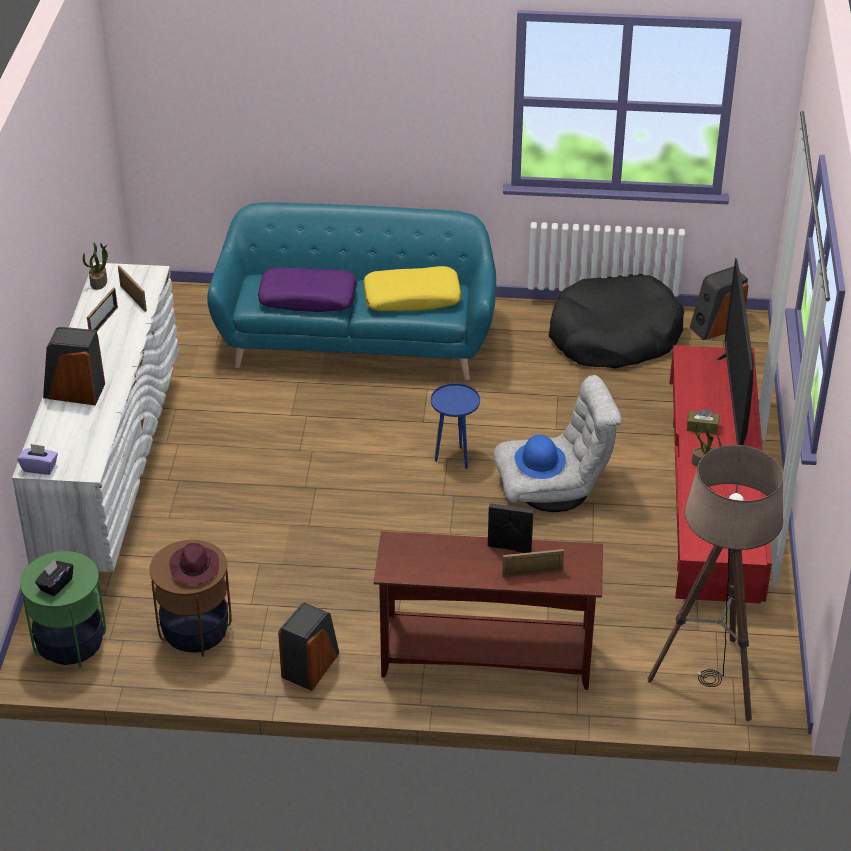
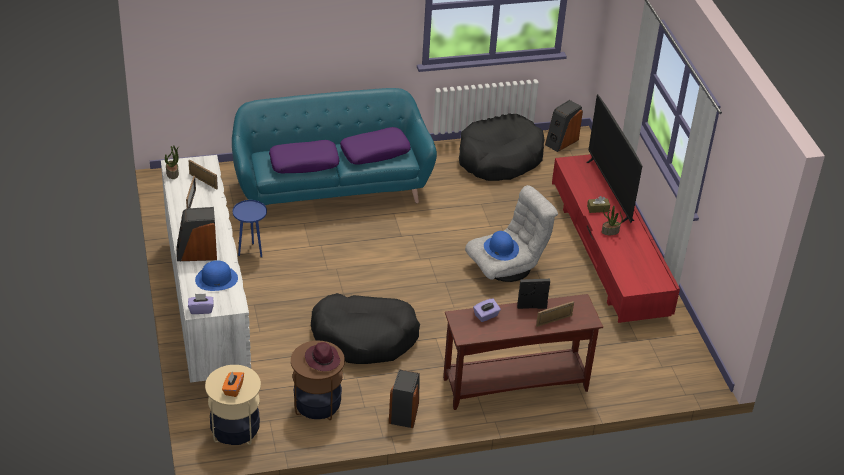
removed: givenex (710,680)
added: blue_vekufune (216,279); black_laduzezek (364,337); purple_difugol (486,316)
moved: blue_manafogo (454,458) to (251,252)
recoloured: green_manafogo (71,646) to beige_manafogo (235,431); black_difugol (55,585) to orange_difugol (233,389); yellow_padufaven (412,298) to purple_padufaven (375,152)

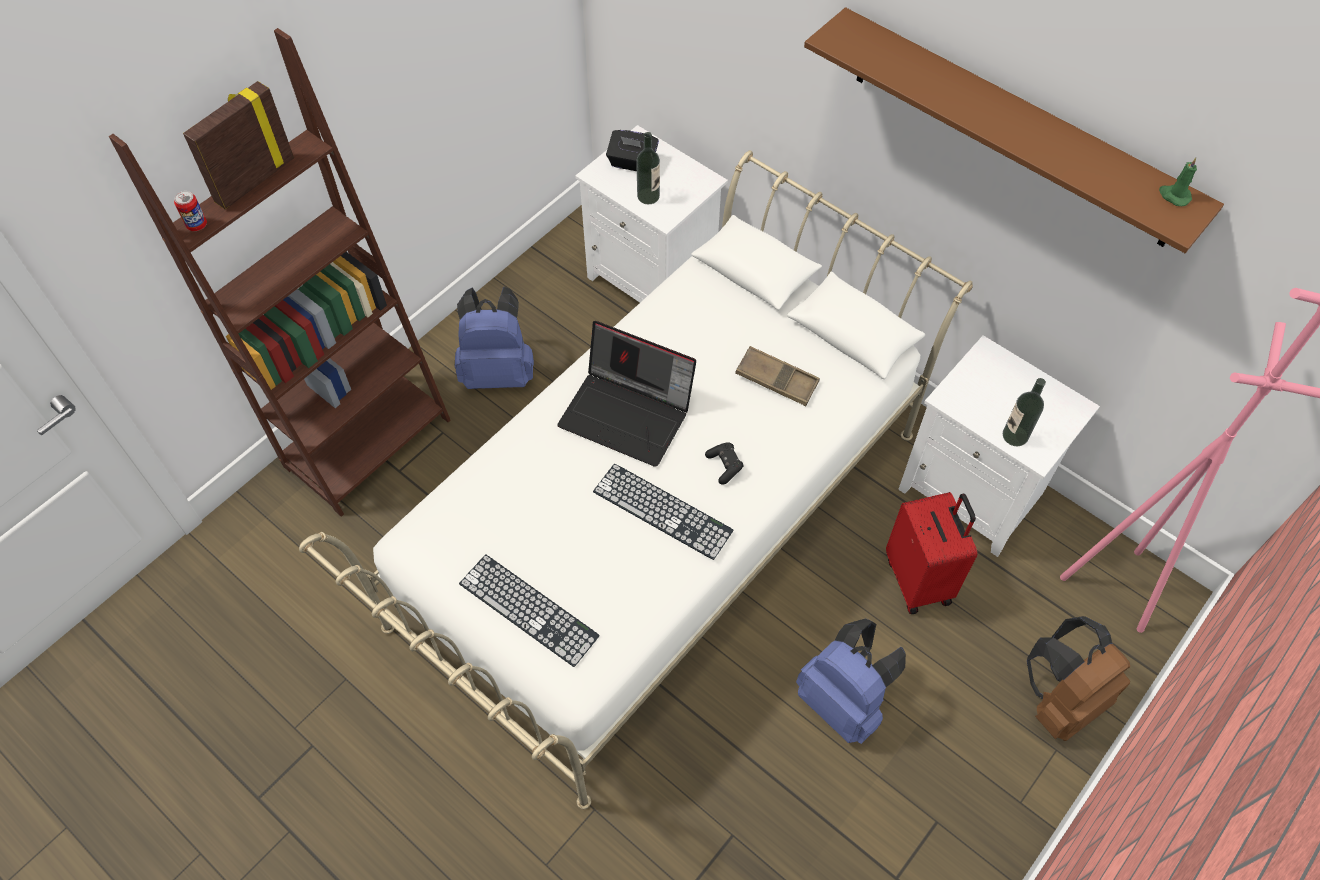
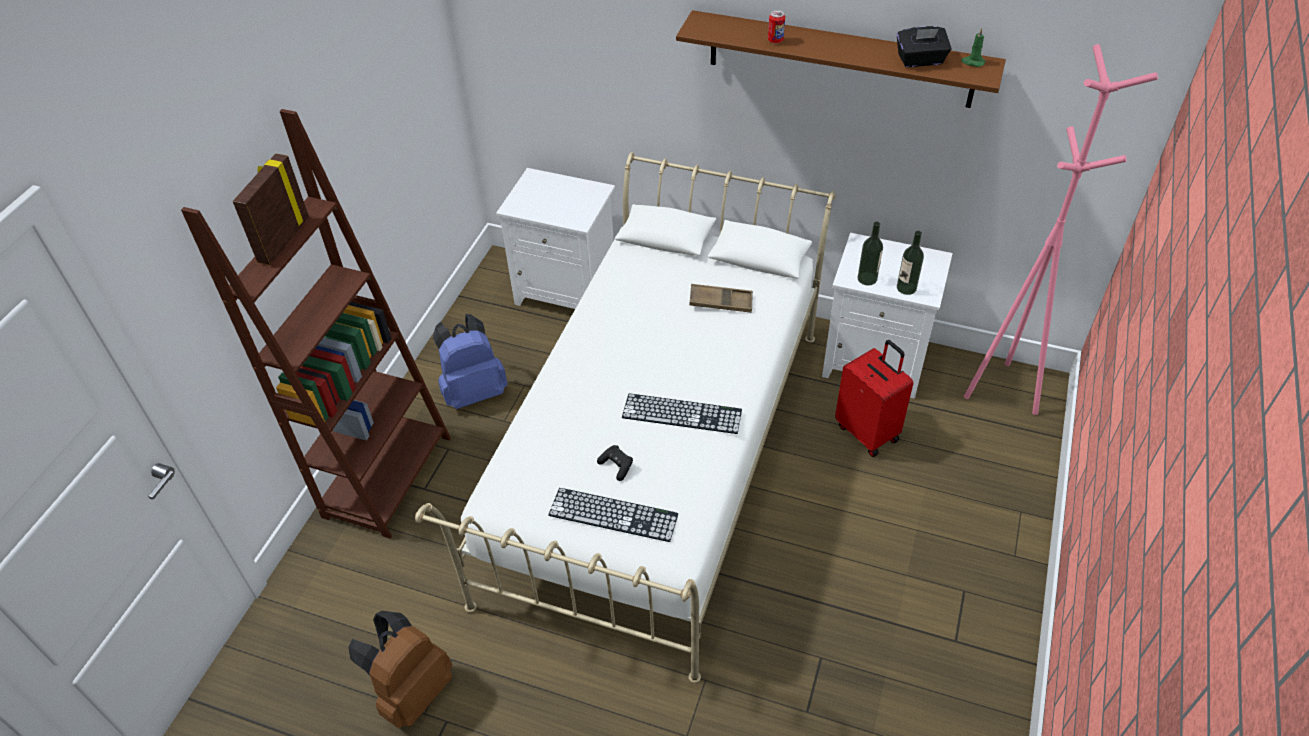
removed: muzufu (628,414); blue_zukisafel (843,702)
moved: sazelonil (197,225) to (775,40); black_difugol (632,163) to (920,60); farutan (648,196) to (867,279); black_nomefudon (725,466) to (616,466); brown_zukisafel (1061,700) to (411,691)

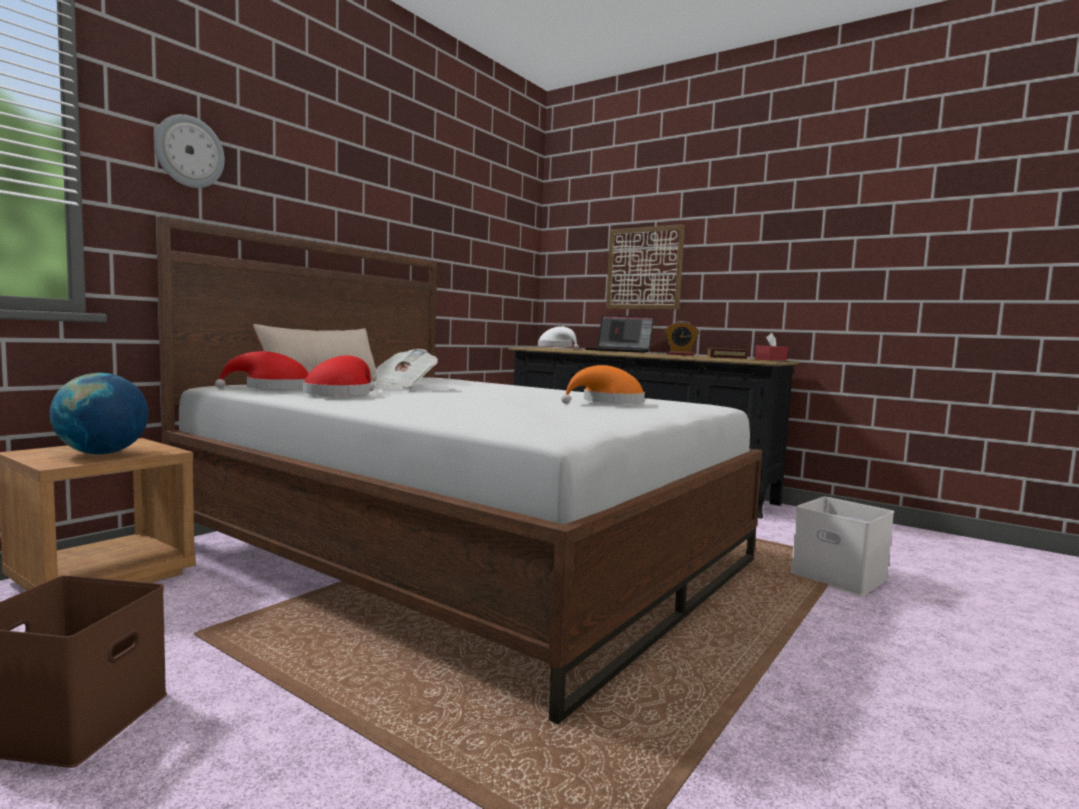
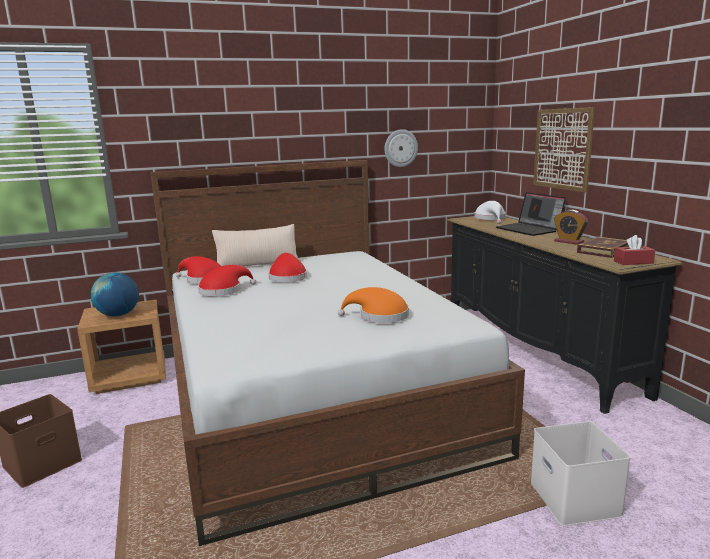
moved: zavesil (189,152) to (400,148)
replaced: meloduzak (401,387) to red_vekufune (287,277)

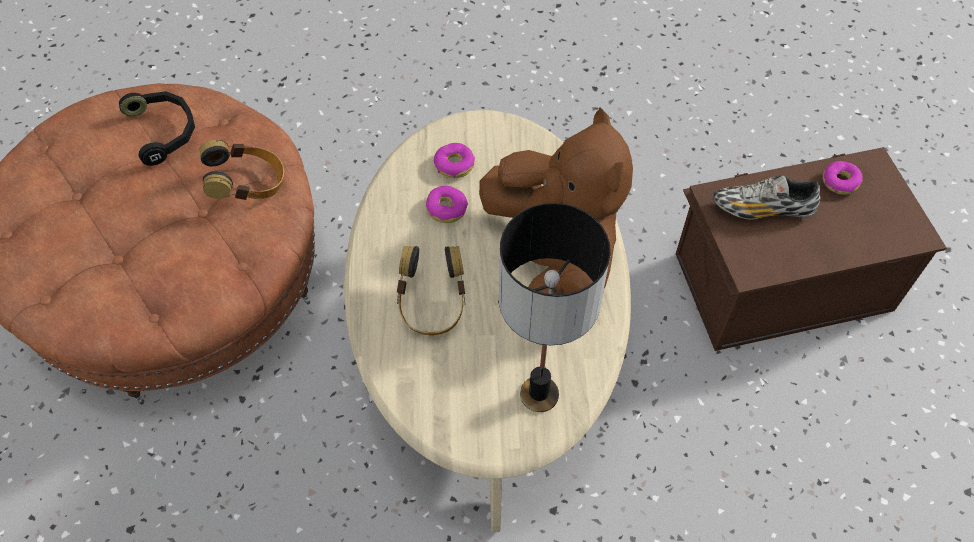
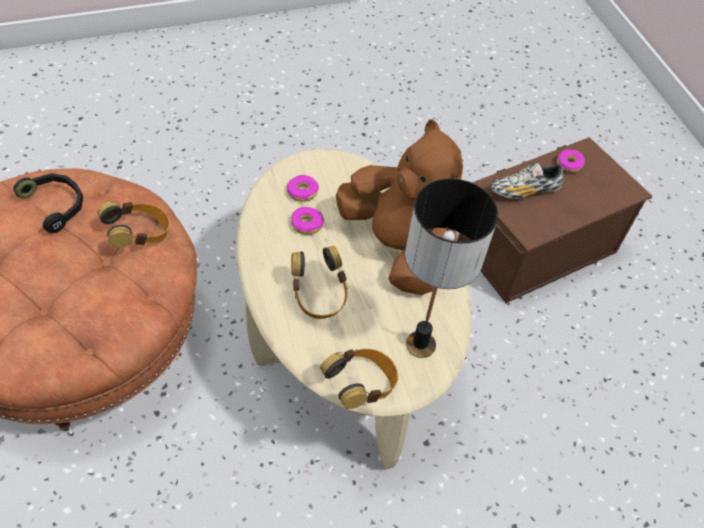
added: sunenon (361,386)

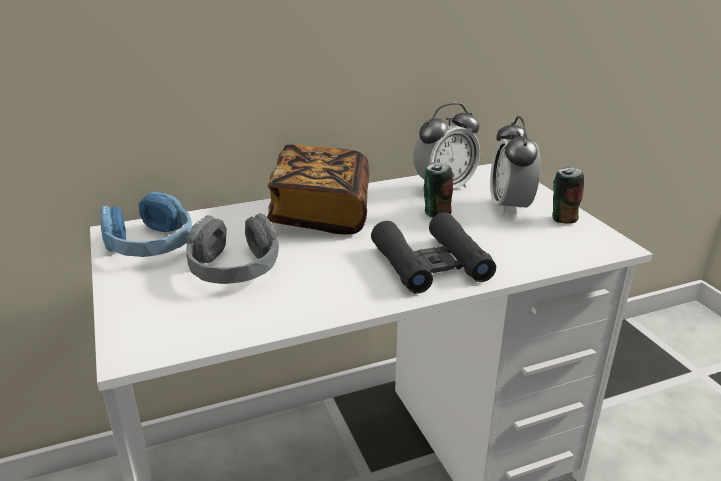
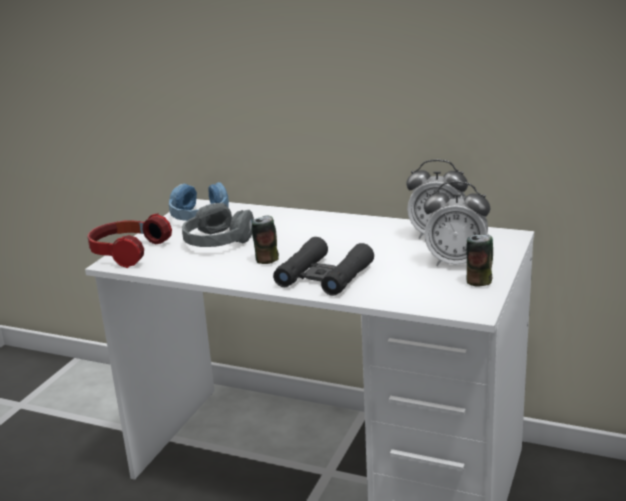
removed: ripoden (321,212)
added: sunenon (126,252)
moved: sazelonil (436,213) to (267,260)
turned: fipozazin (510,207) = (456,262) 120 degrees counterclockwise

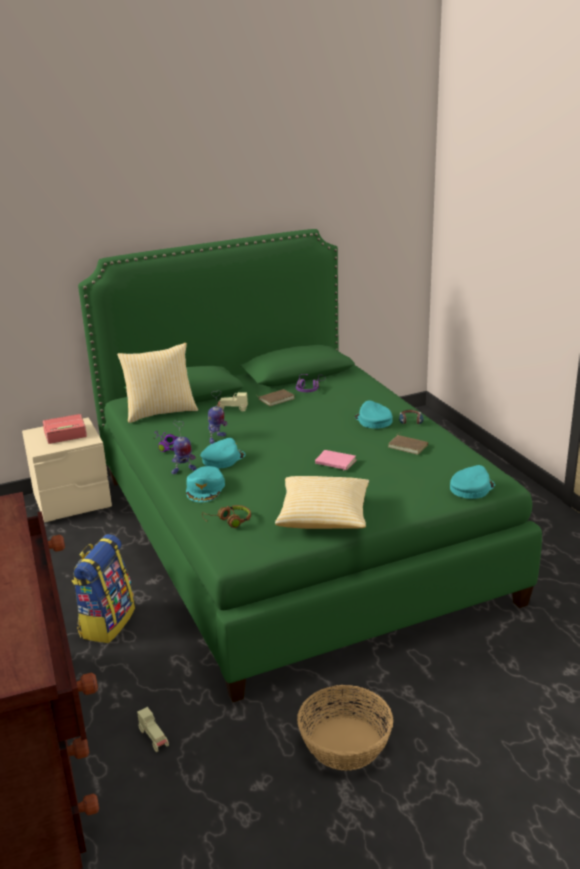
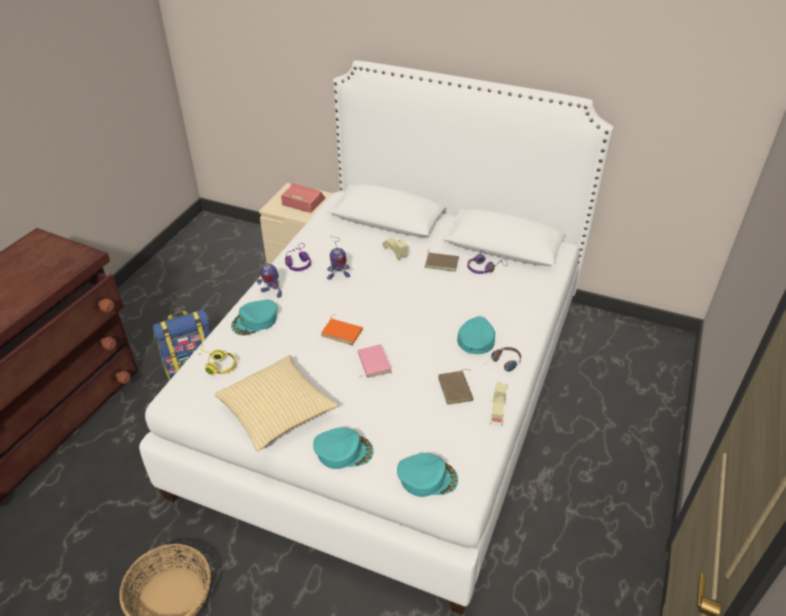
removed: padufaven (160,412)
added: orange_ripoden (342,332)
moved: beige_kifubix (154,738) to (498,412); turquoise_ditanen (222,459) to (343,451)
recoloured: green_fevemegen (292,535) to white_fevemegen (392,390); brown_sunenon (229,521) to yellow_sunenon (217,364)

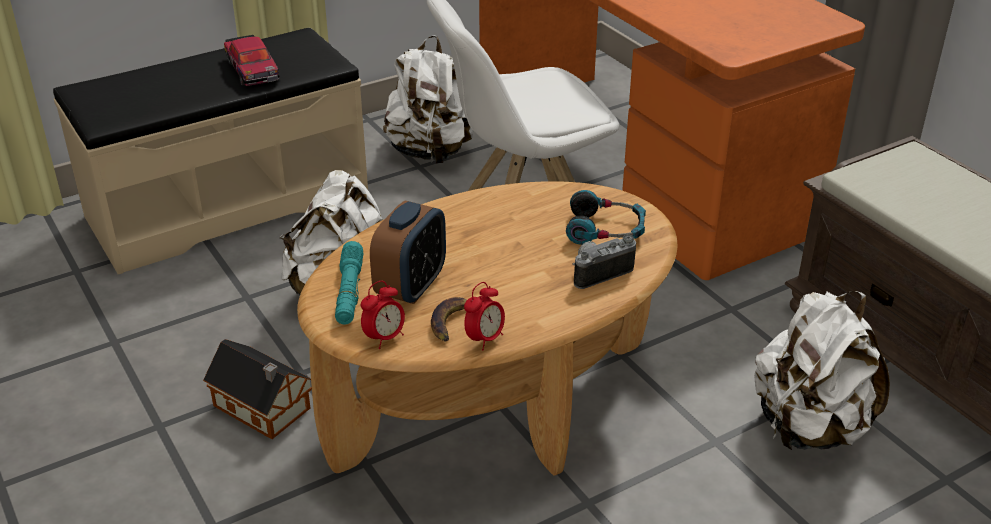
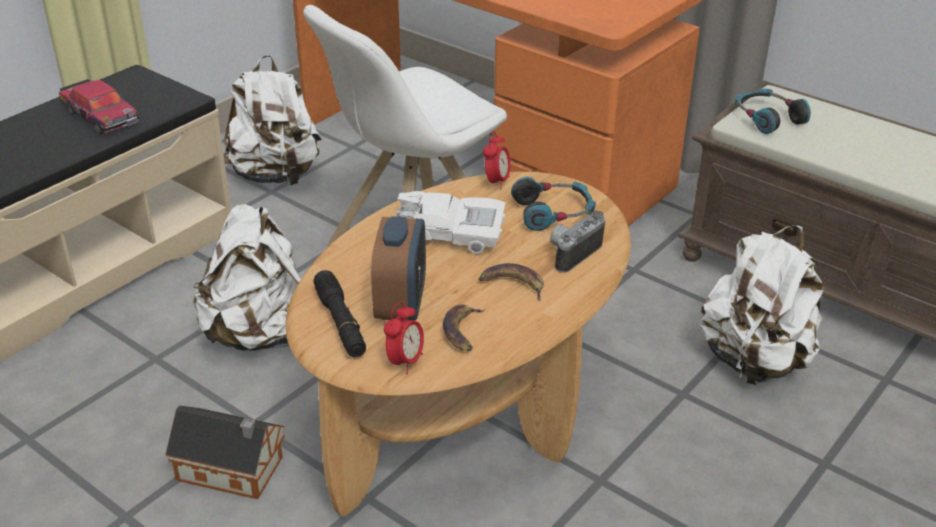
added: white_kifubix (448,232); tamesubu (512,284); sunenon (767,118)
moved: fipozazin (485,339) to (496,182)
recoloured: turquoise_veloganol (349,291) to black_veloganol (340,322)

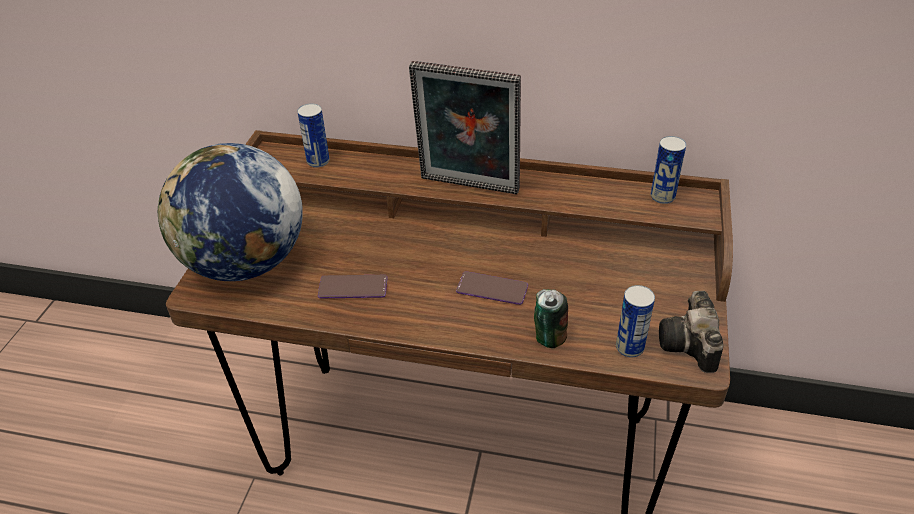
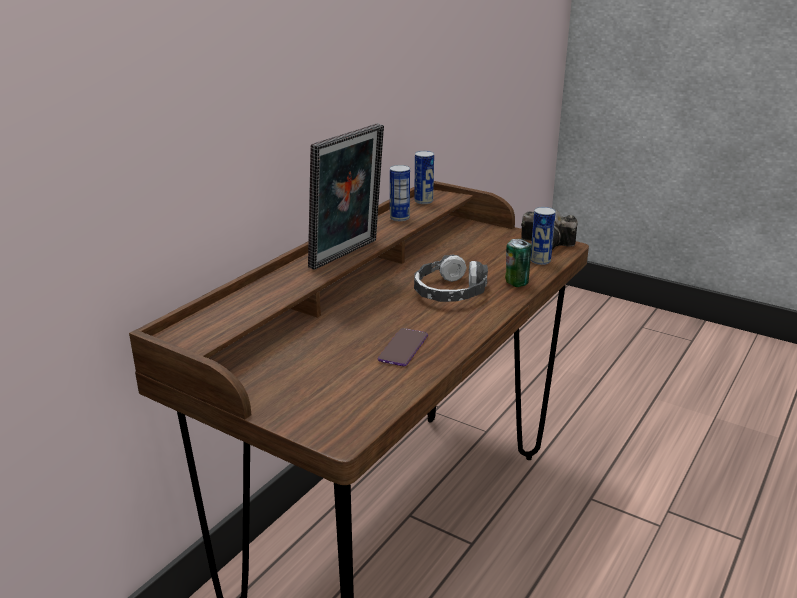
removed: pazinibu (245,264)
moved: sazelonil (318,161) to (399,218)
replaced: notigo (492,289) to sunenon (450,291)

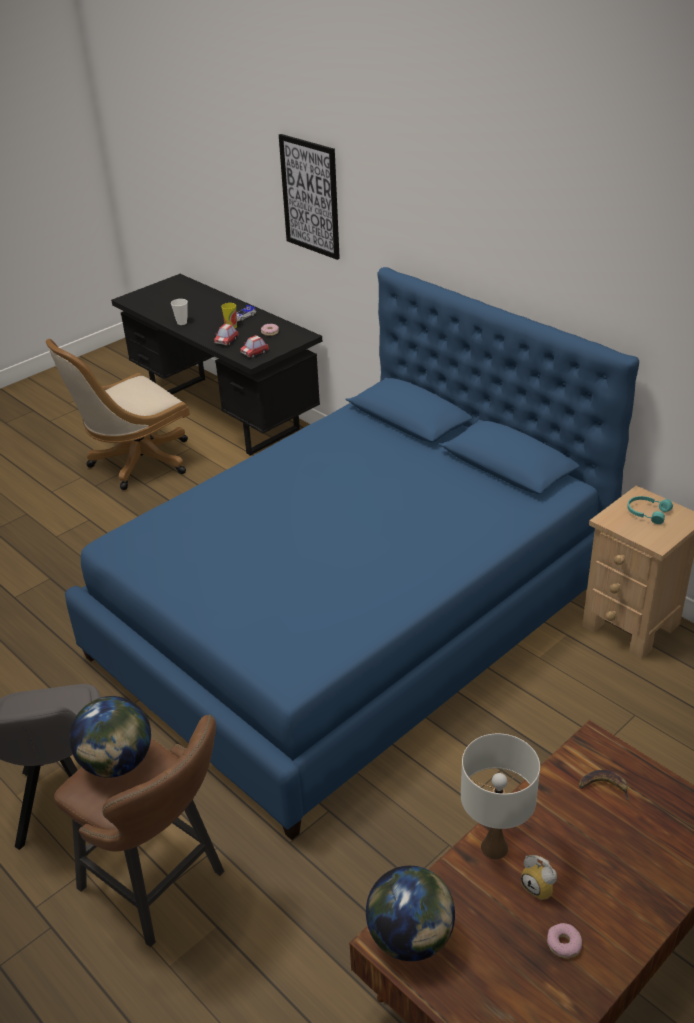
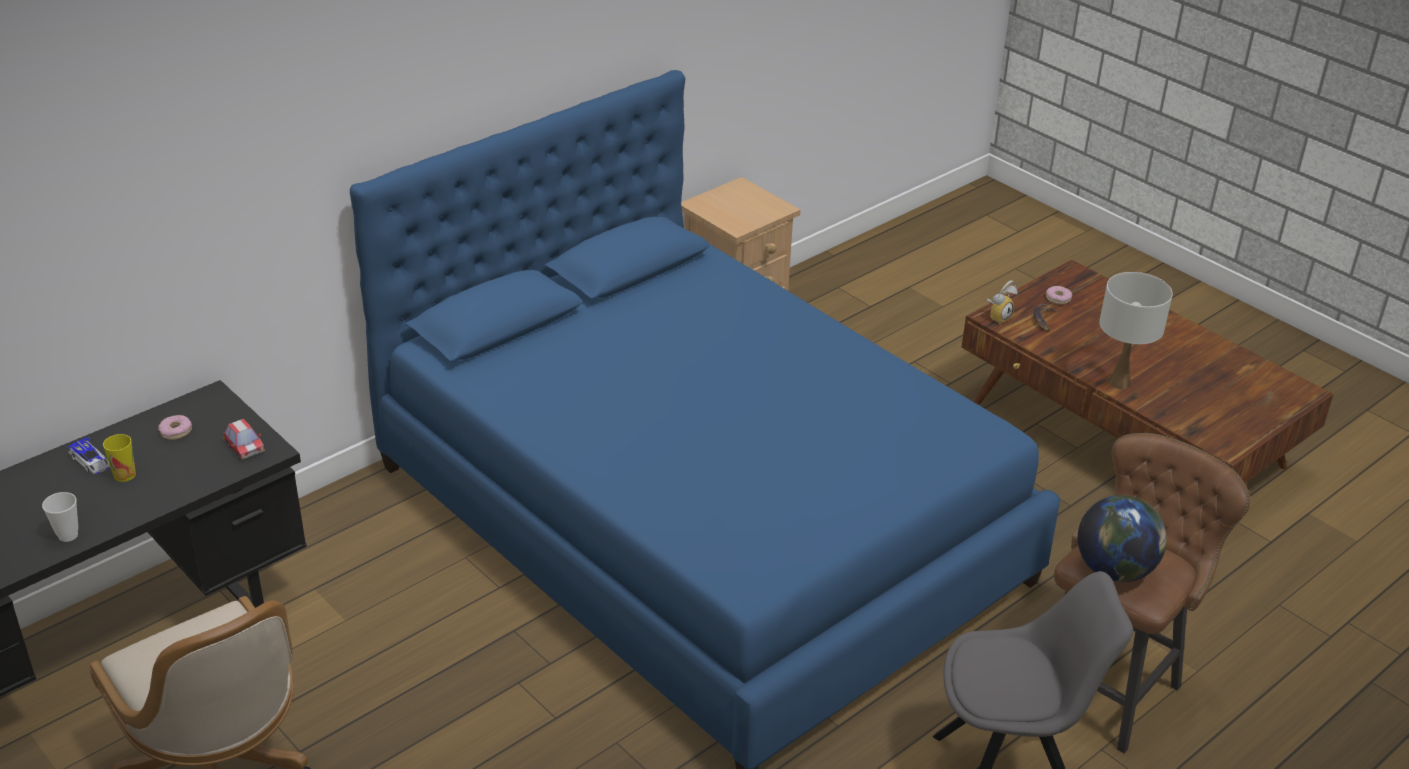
removed: kifubix (226,341); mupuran (310,196); pazinibu (411,938); turquoise_sunenon (647,513)
moved: fipozazin (540,887) to (998,317); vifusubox (564,944) to (1058,298)

